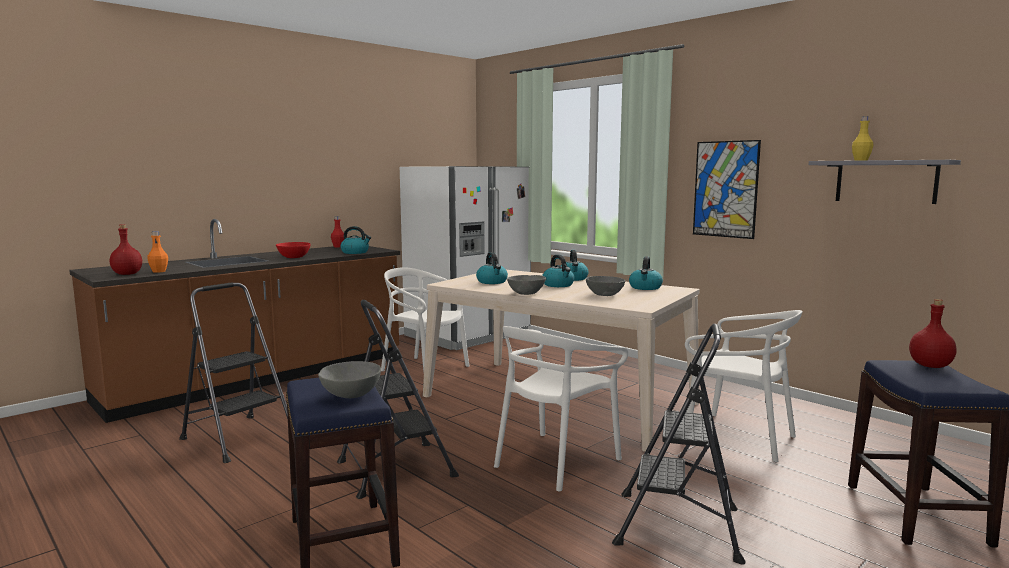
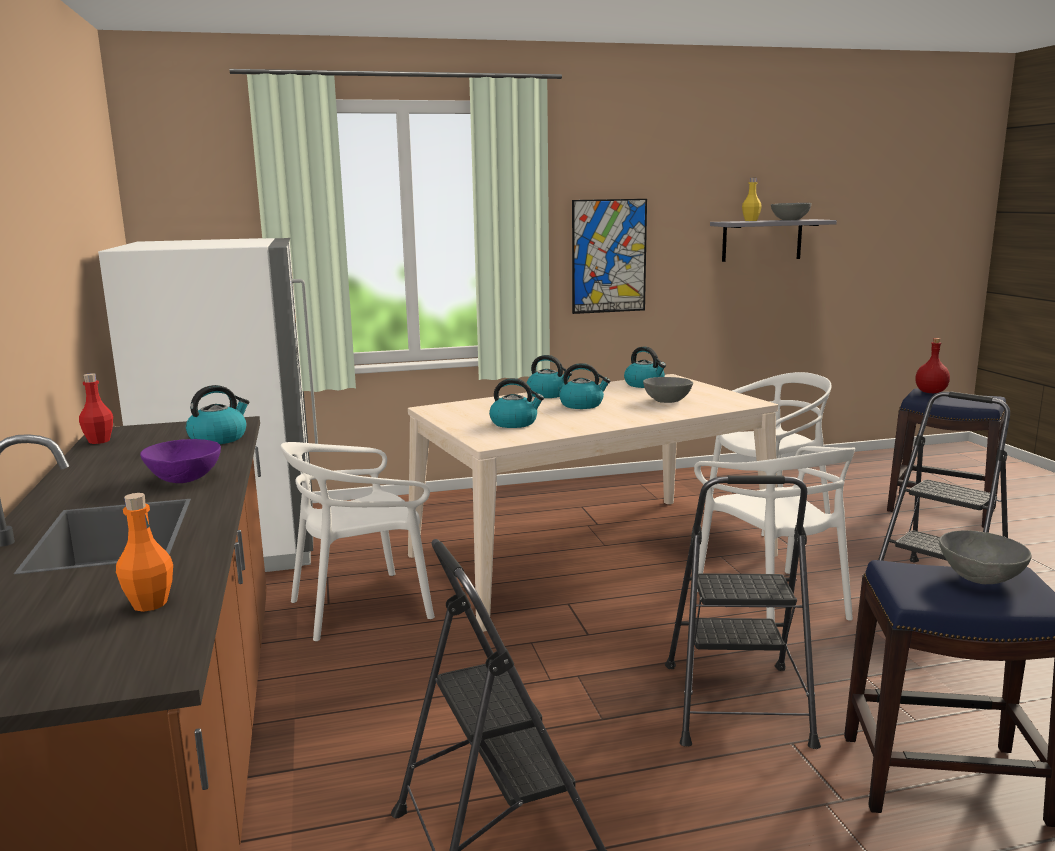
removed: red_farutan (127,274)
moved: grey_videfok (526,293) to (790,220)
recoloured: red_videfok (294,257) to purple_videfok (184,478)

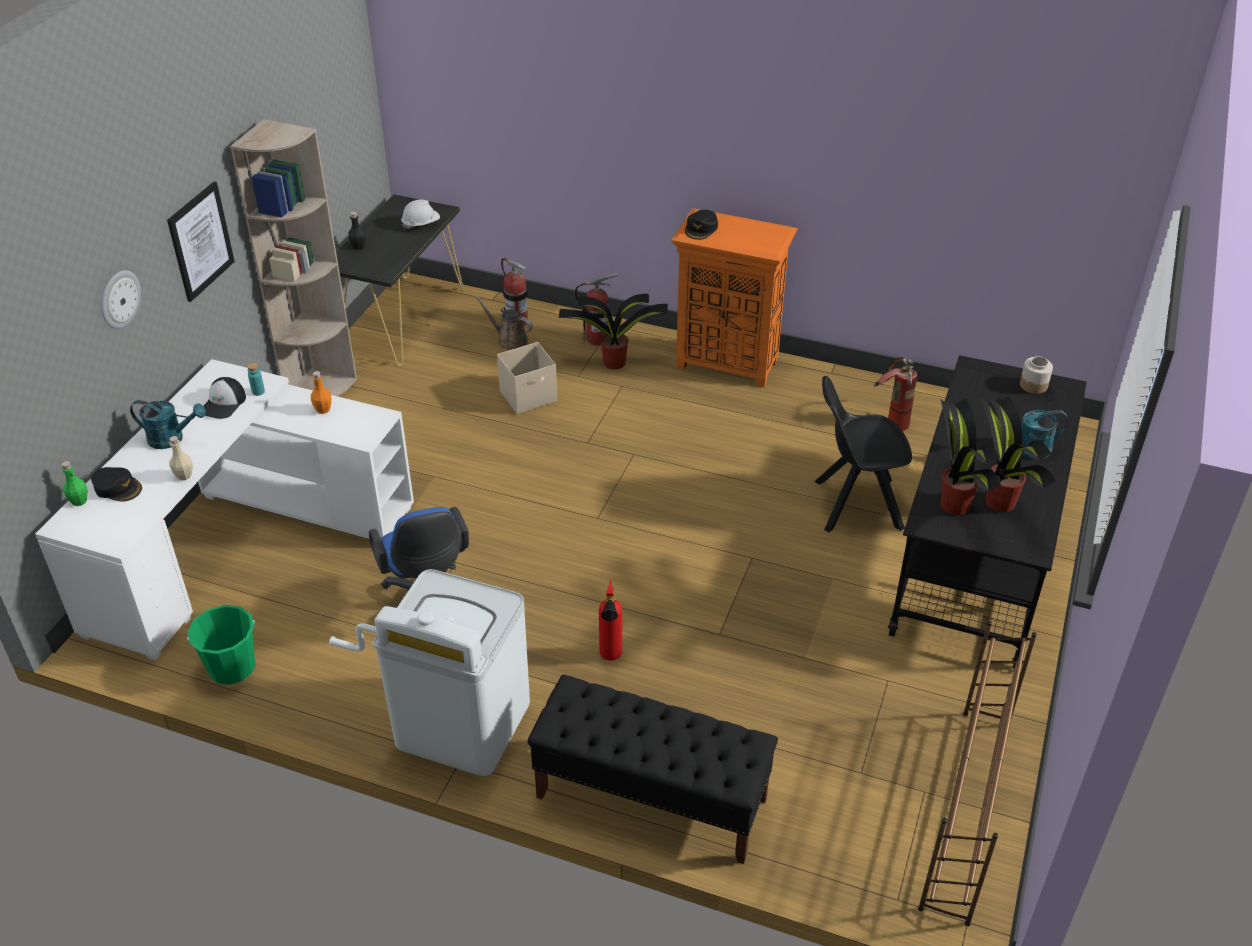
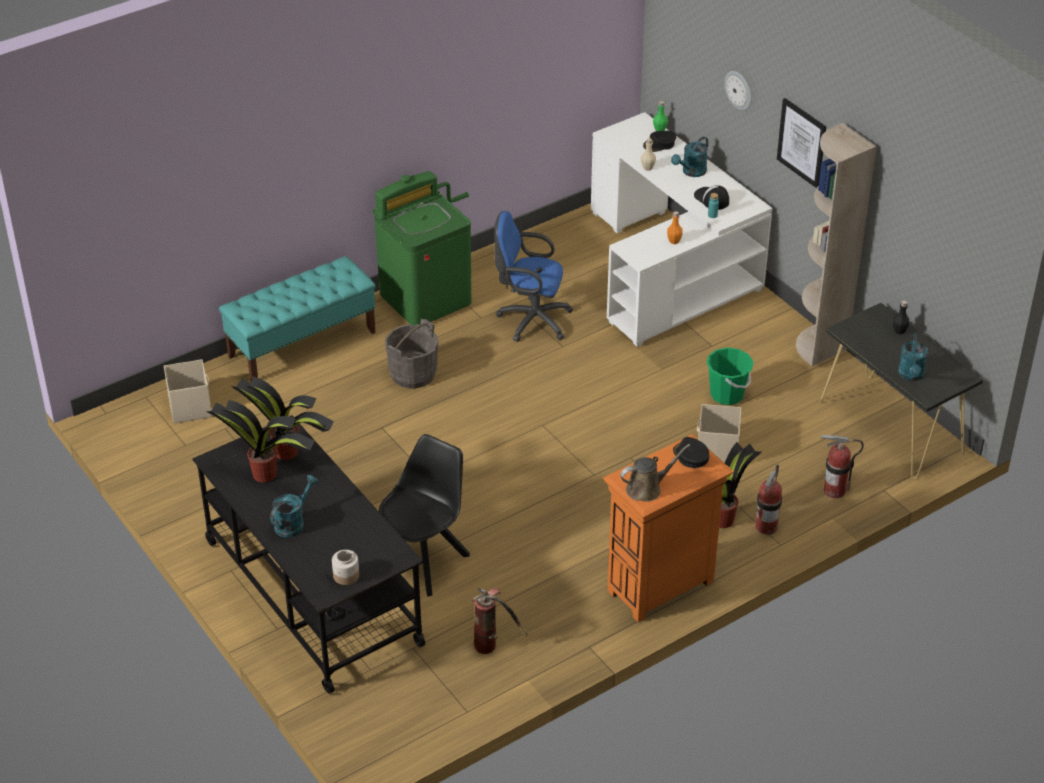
removed: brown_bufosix (965,812)
added: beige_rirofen (190,407)
moved: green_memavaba (232,667) to (727,394); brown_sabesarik (510,340) to (647,488)
replaced: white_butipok (421,224) to turquoise_sabesarik (911,375); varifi (610,658) to grey_memavaba (413,374)
recoloured: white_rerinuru (459,726) to green_rerinuru (426,299); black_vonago (650,798) to turquoise_vonago (302,344)

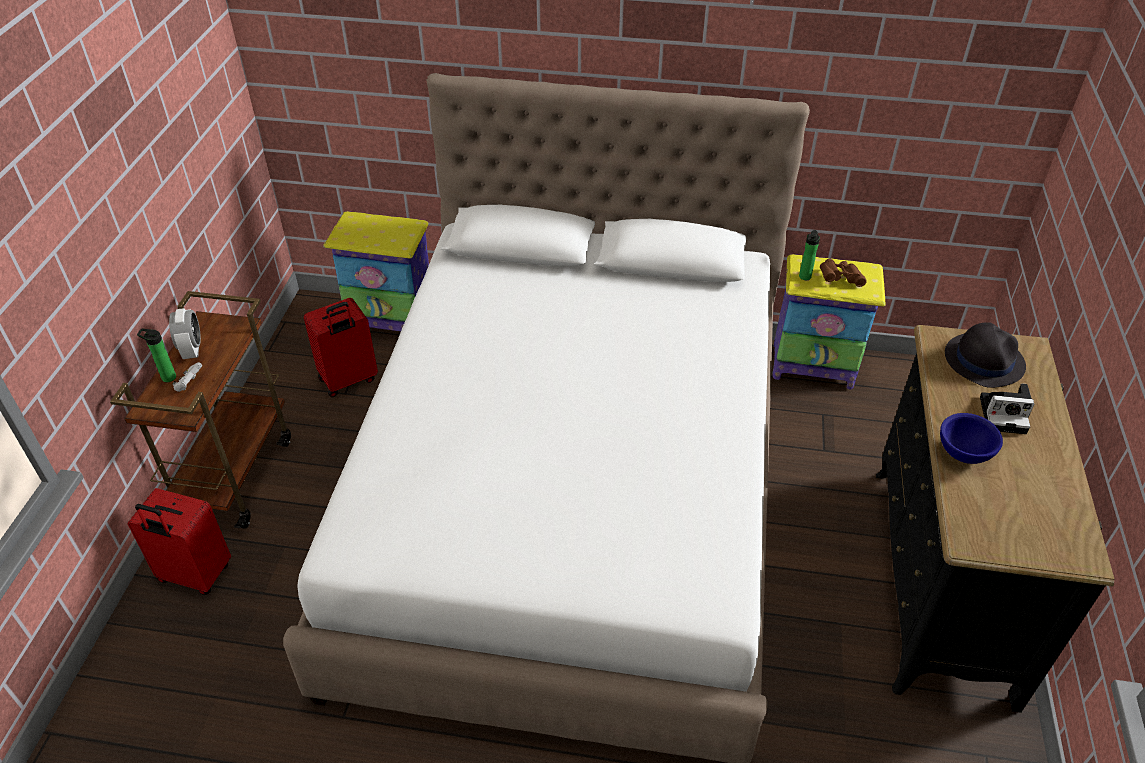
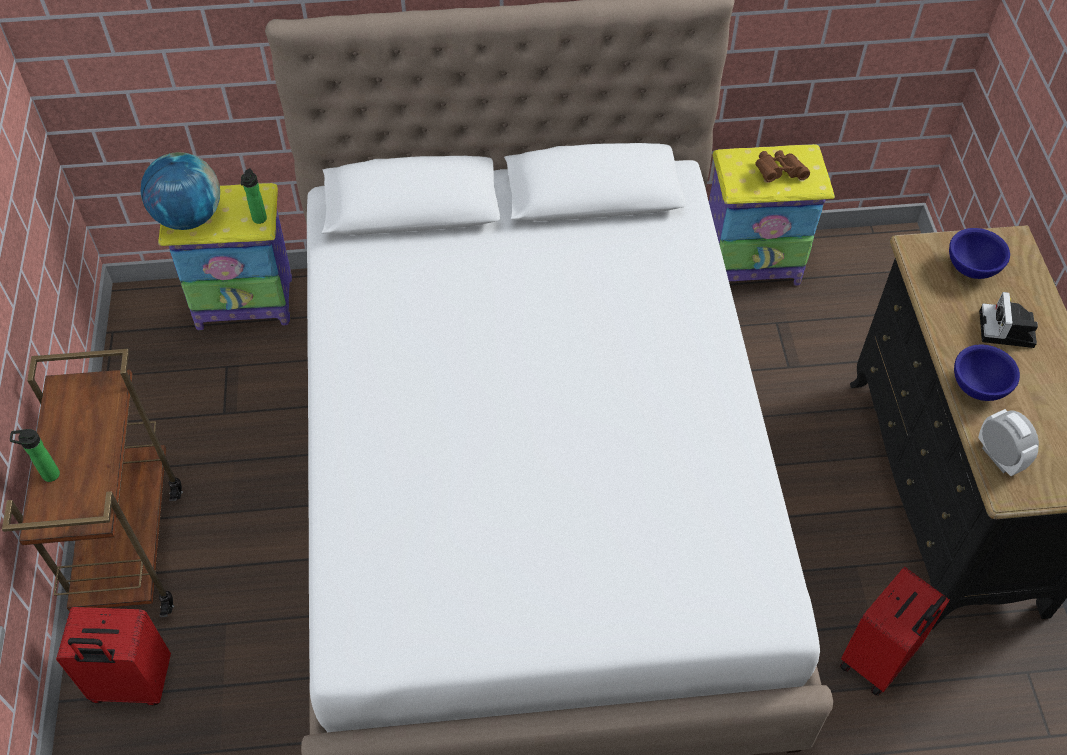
removed: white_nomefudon (189,384)
added: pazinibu (189,217)
moved: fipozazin (192,349) to (999,457); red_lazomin (348,380) to (879,659); farutan (804,278) to (259,220)
replaced: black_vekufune (983,360) to blue_videfok (971,267)
turned: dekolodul (1004,414) = (1007,331) 105 degrees clockwise

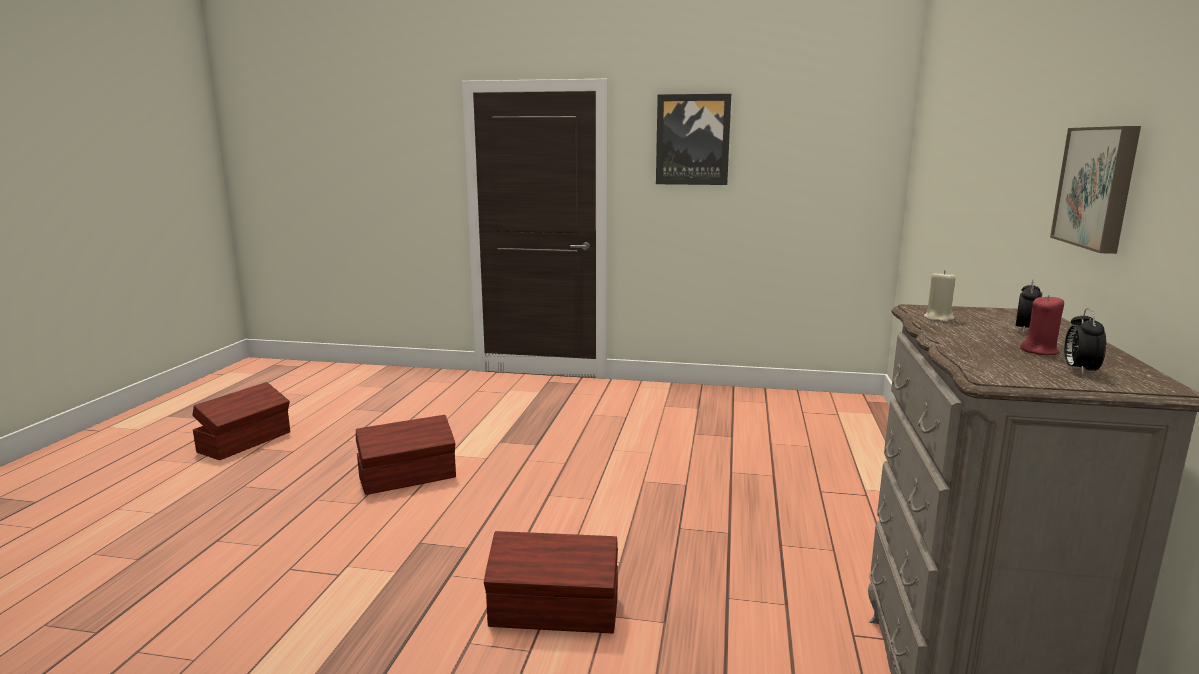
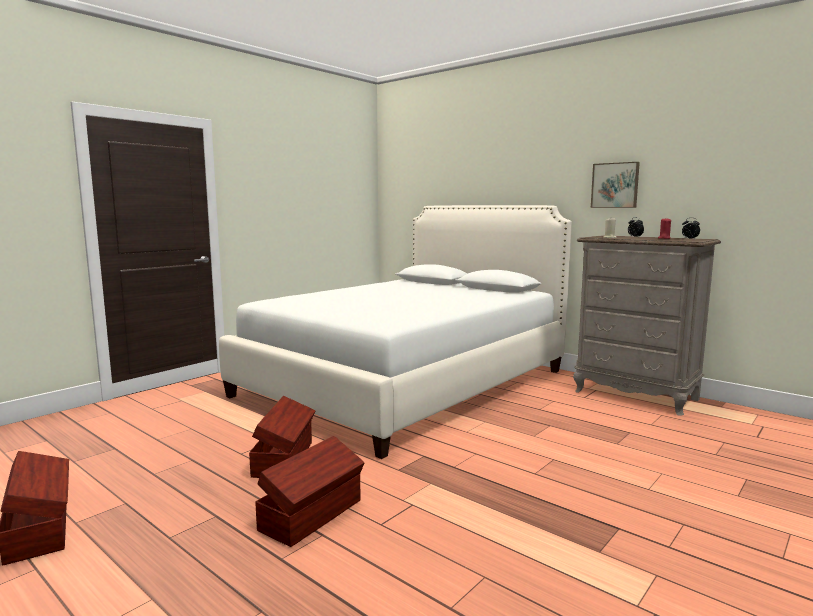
removed: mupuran (692,140)
added: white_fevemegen (406,383)
moved: brown_rirofen (555,613) to (313,515)

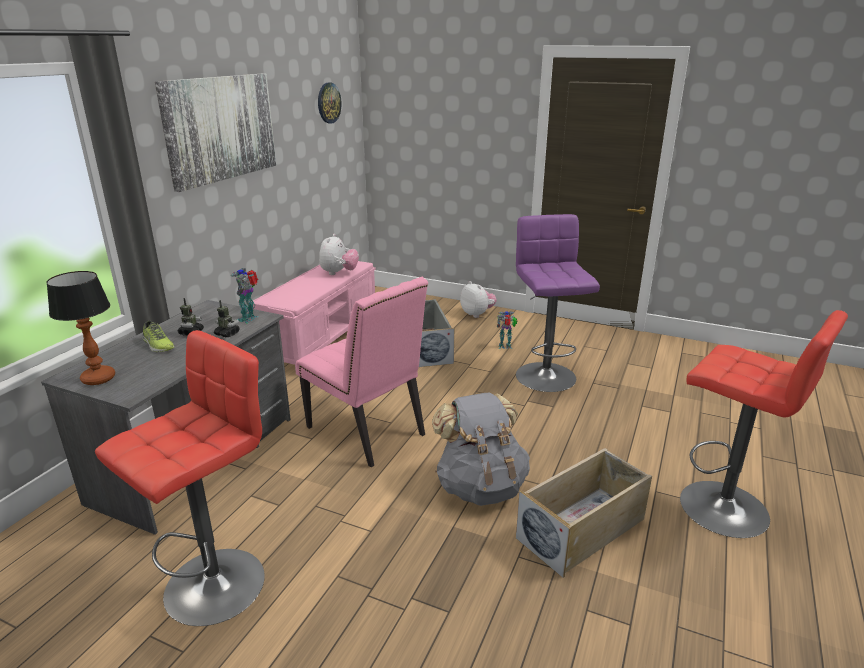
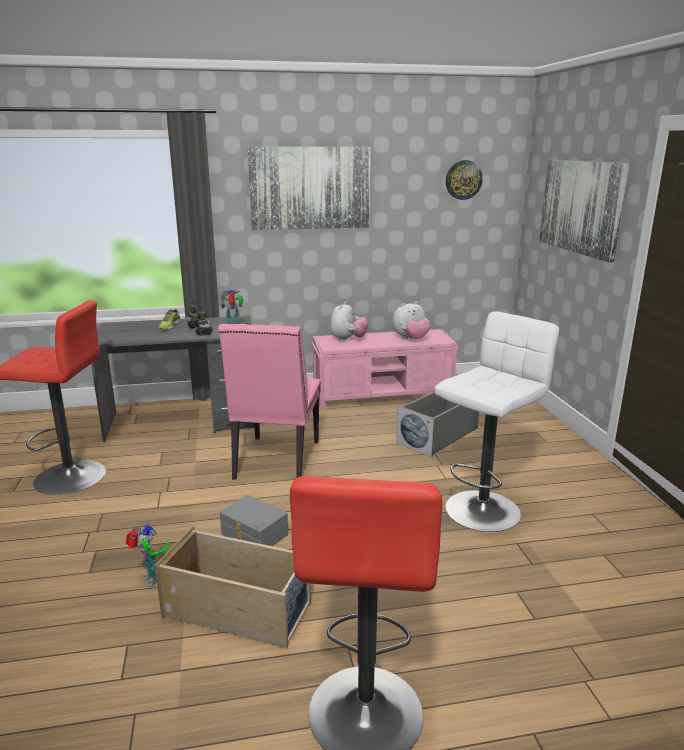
removed: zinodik (97,378)
added: mupuran (581,207)
moved: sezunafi (477,314) to (348,340); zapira (505,347) to (152,580)
replaced: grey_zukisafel (480,486) to grey_rirofen (253,535)
recoloured: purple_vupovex (546,376) to white_vupovex (483,510)

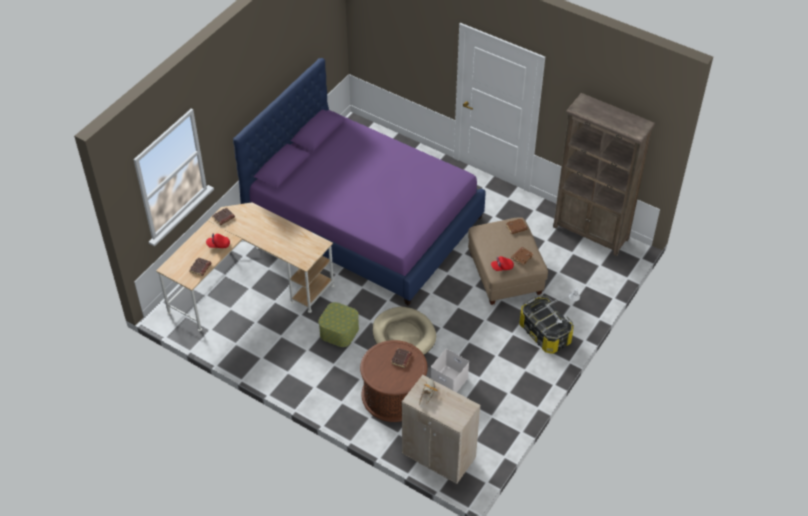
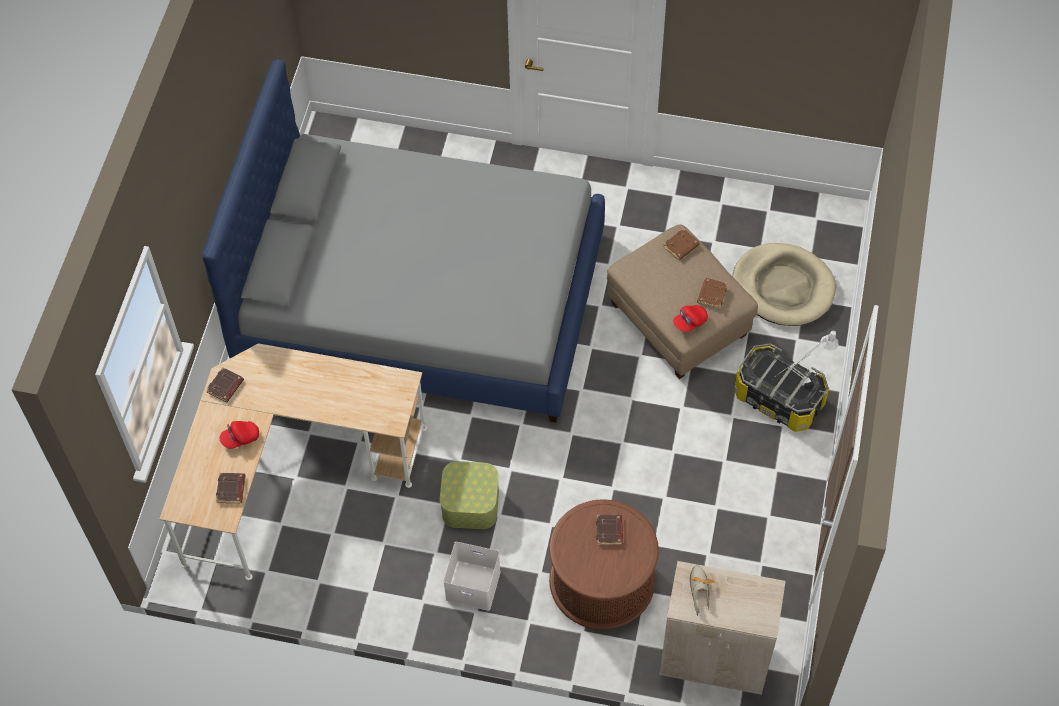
removed: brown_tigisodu (591,233)
moved: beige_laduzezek (404,335) to (783,287); white_rirofen (448,380) to (471,586)
recoloured: purple_fevemegen (363,220) to grey_fevemegen (420,297)

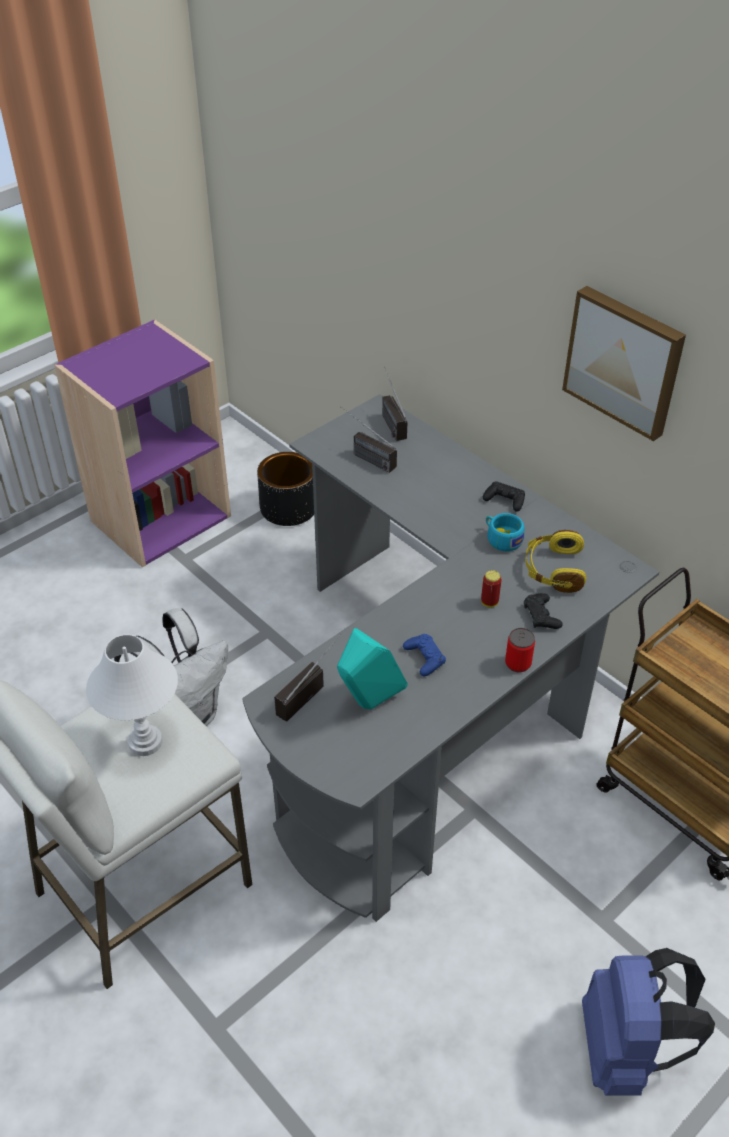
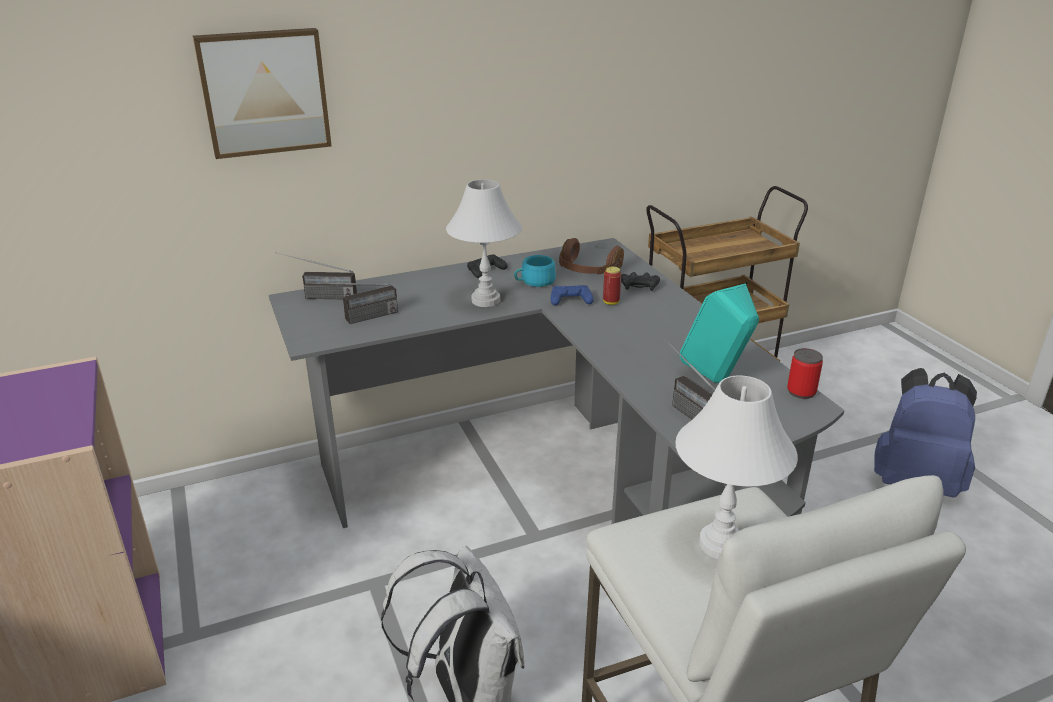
removed: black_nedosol (288,509)
added: white_zinodik (485,300)
moved: blue_nomefudon (424,658) to (570,300); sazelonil (518,663) to (801,392); mupuran (624,361) to (264,92)
recoloured: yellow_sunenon (553,570) to brown_sunenon (588,271)

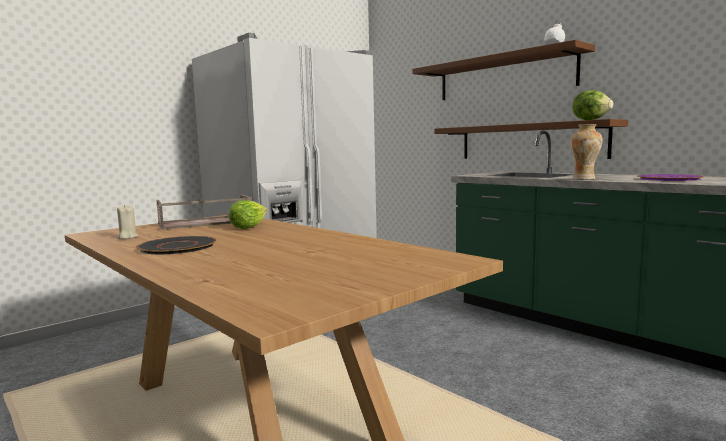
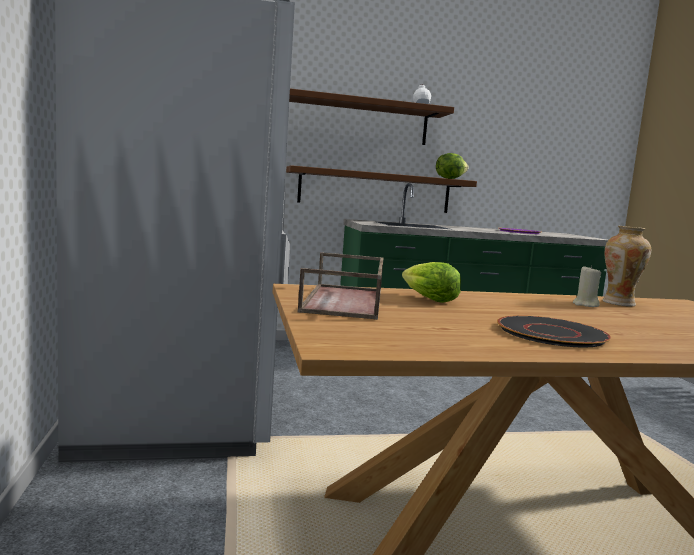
moved: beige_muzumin (127,237) to (585,305); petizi (584,179) to (619,303)

